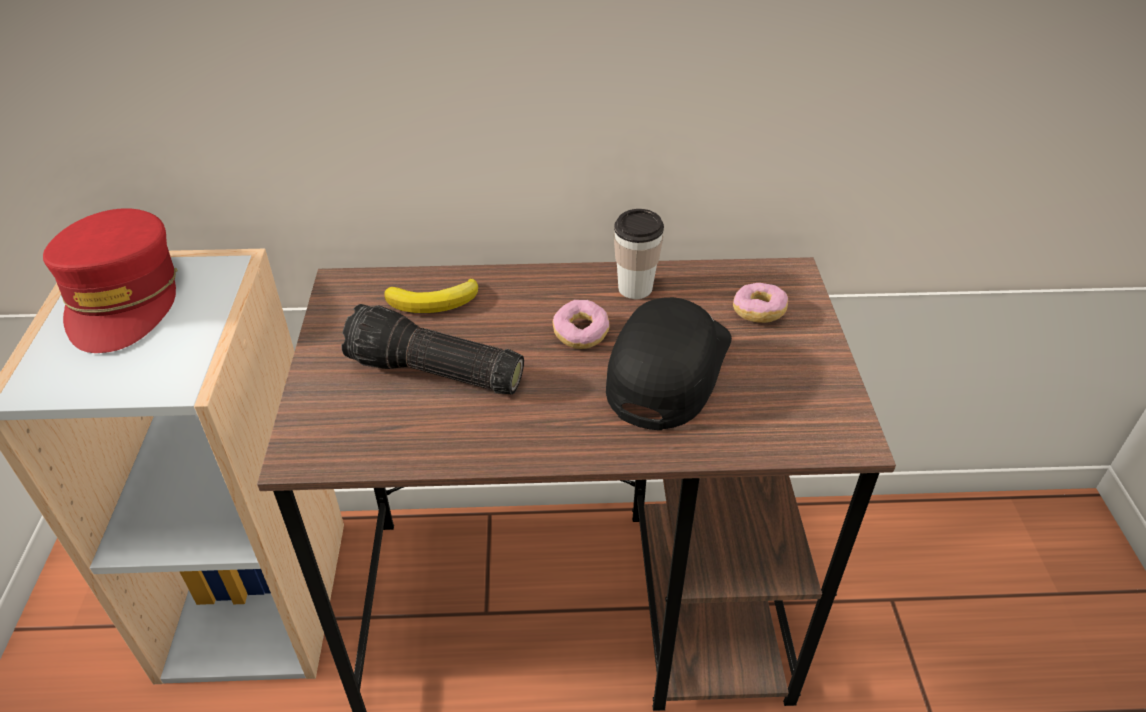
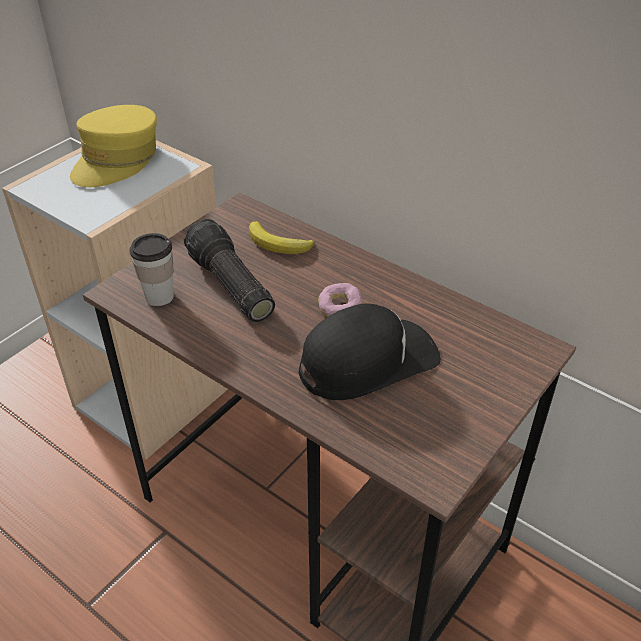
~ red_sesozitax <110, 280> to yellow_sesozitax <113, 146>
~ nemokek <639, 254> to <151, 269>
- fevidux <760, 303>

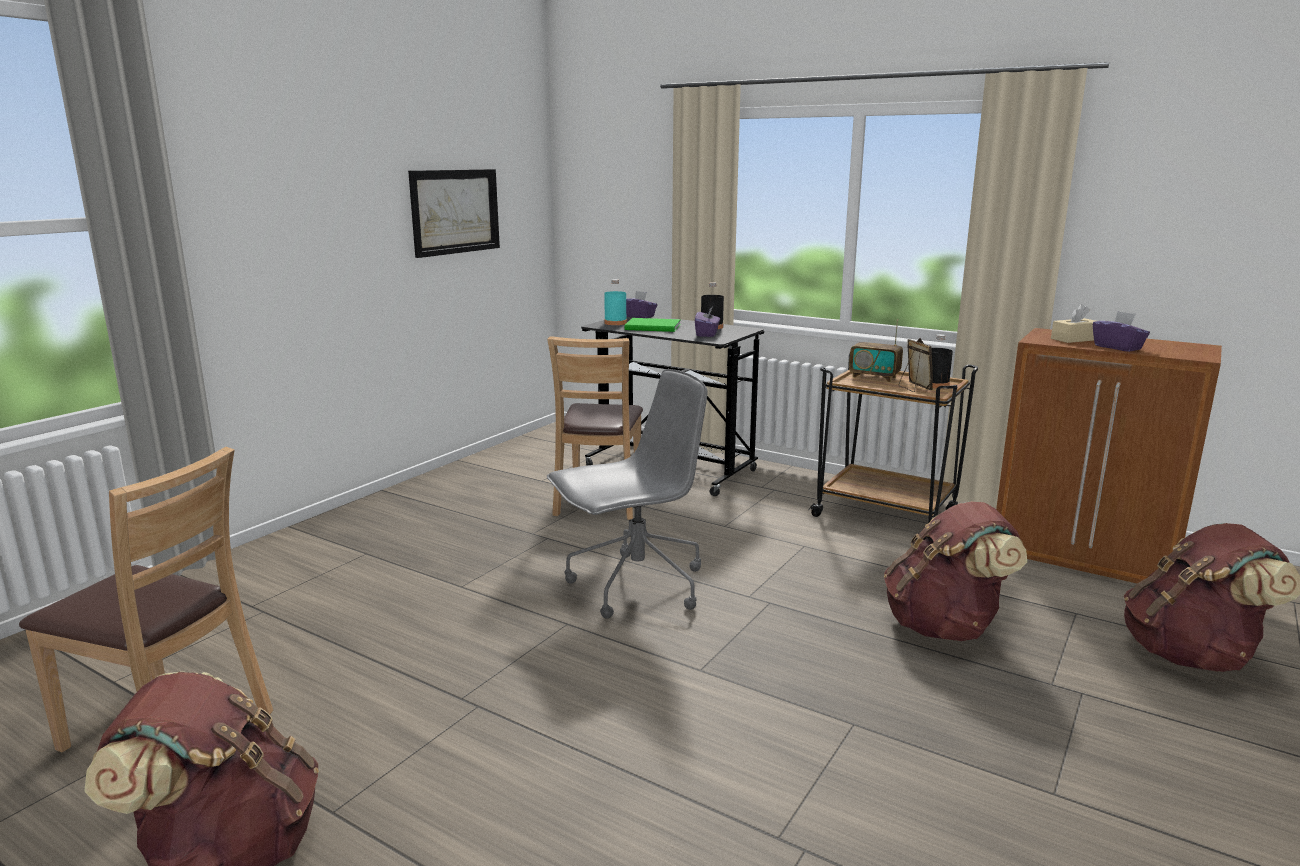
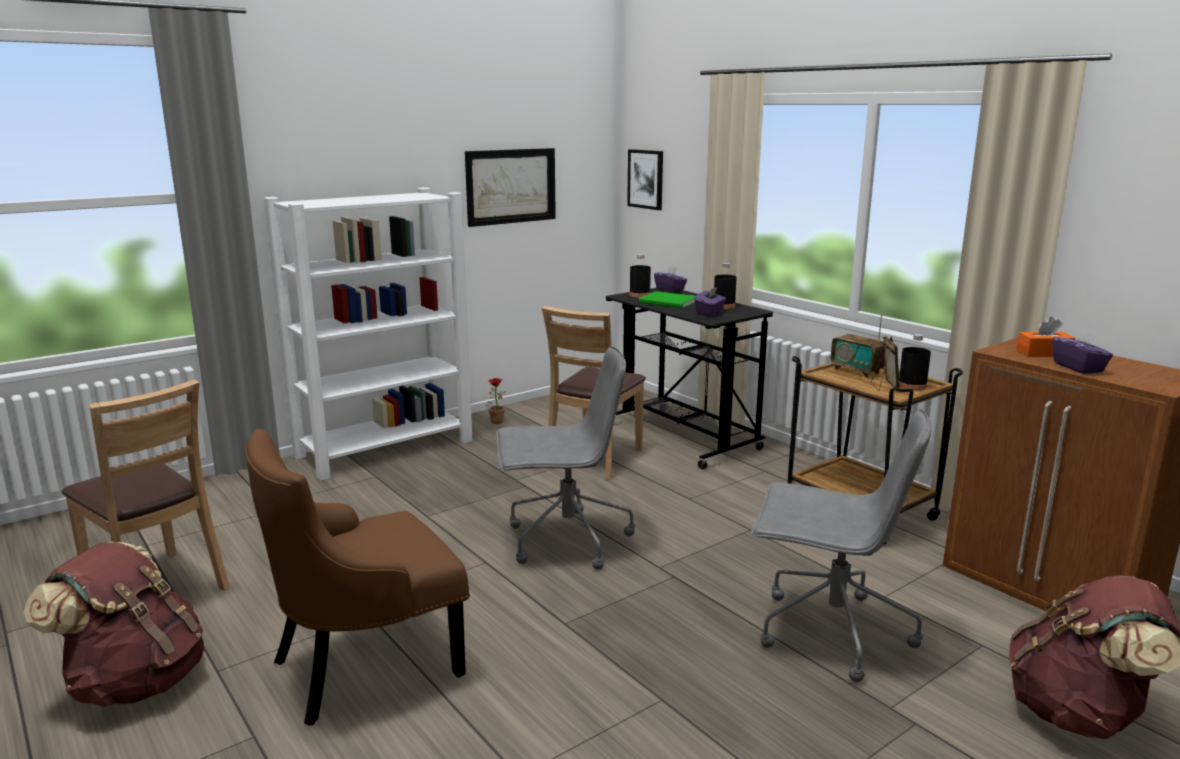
+ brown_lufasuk <357, 577>
+ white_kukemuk <368, 334>
+ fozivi <495, 401>
+ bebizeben <645, 179>
~ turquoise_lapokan <615, 302> to black_lapokan <640, 276>
~ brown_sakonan <955, 571> to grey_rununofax <841, 545>
~ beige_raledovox <1073, 323> to orange_raledovox <1046, 337>

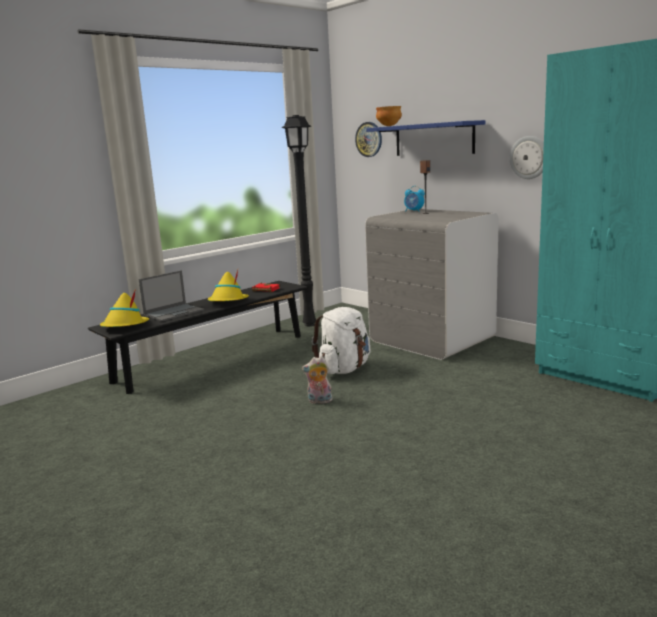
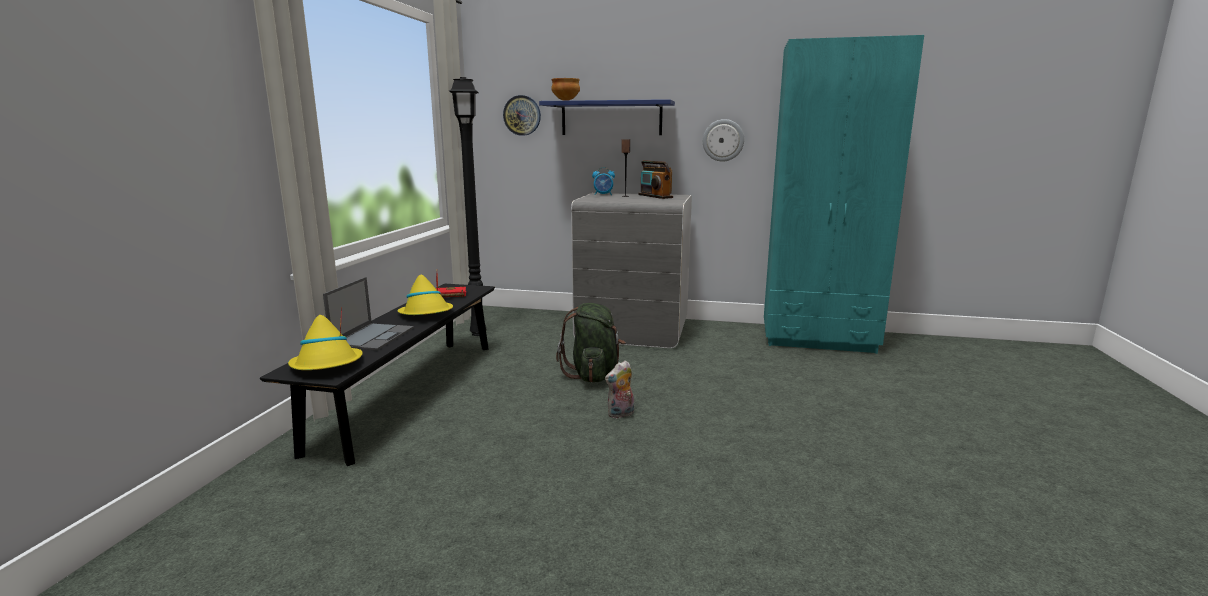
~ white_sakonan <341, 340> to green_sakonan <591, 343>
+ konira <655, 179>

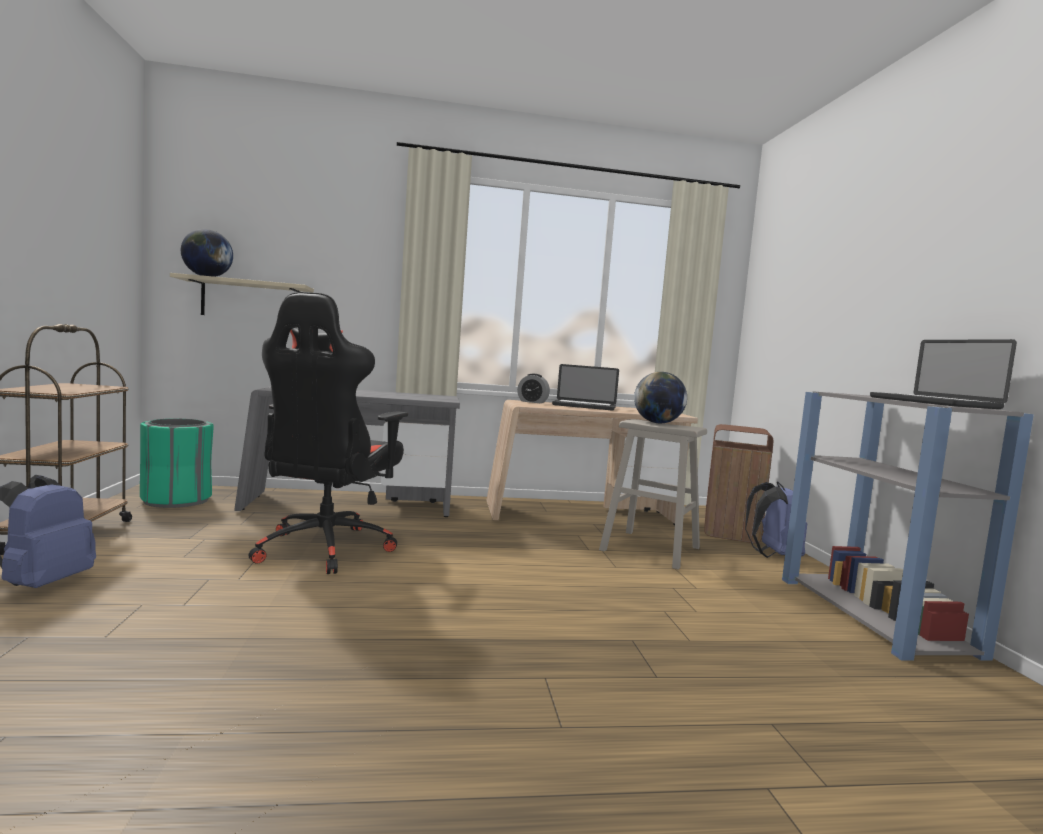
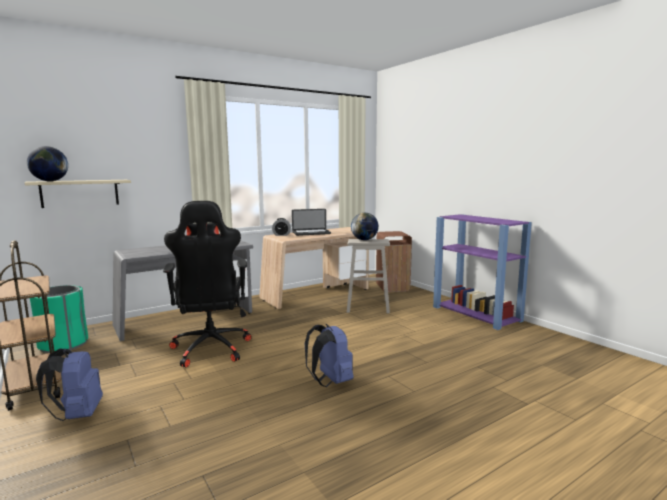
~ blue_sakonan <776, 520> to <329, 355>
~ grey_kukemuk <908, 526> to purple_kukemuk <482, 272>
- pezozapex <943, 374>

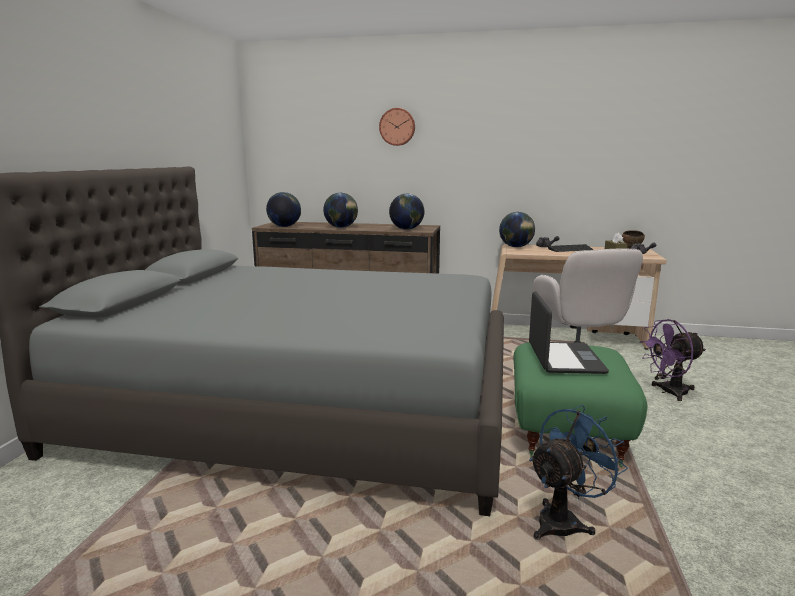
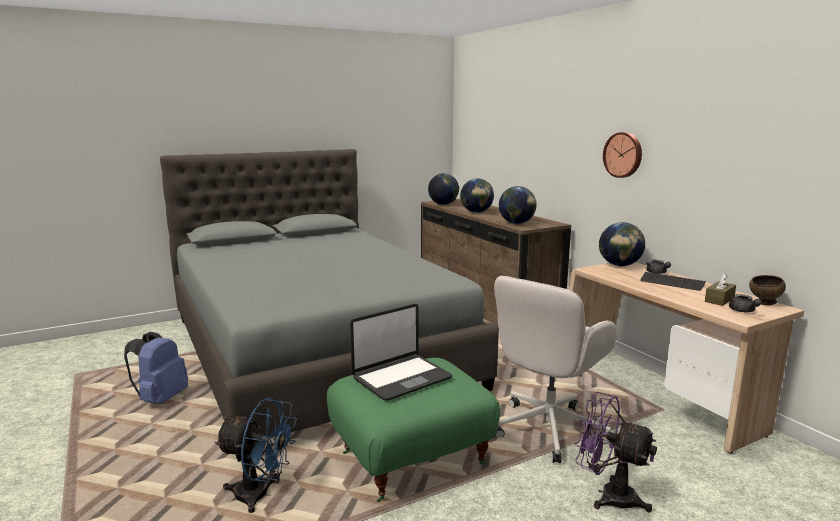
+ blue_sakonan <156, 368>
~ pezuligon <397, 127> to <622, 155>

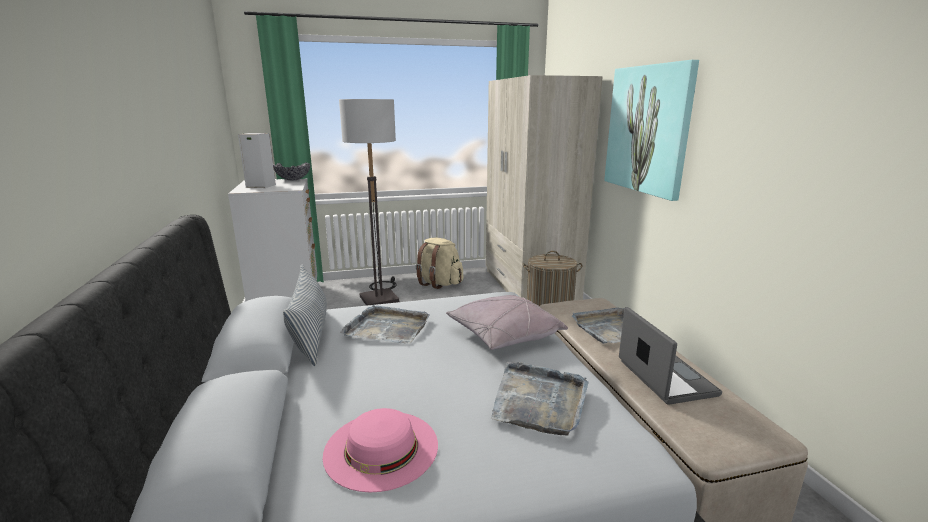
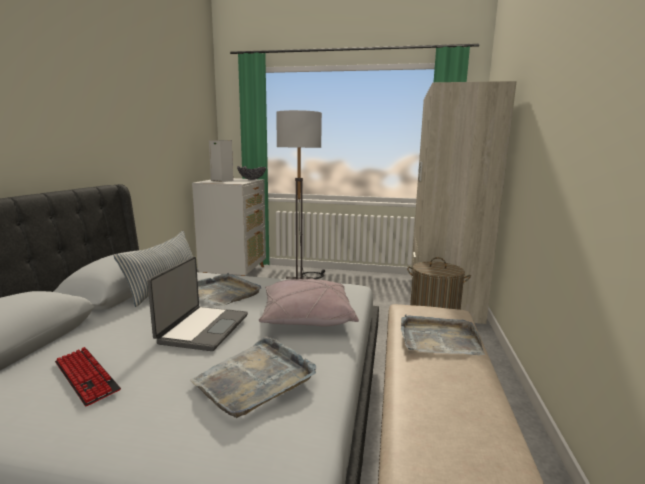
~ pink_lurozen <380, 450> to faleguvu <88, 377>
~ pezozapex <670, 356> to <197, 303>
- beige_sakonan <439, 263>
- bebizeben <651, 130>

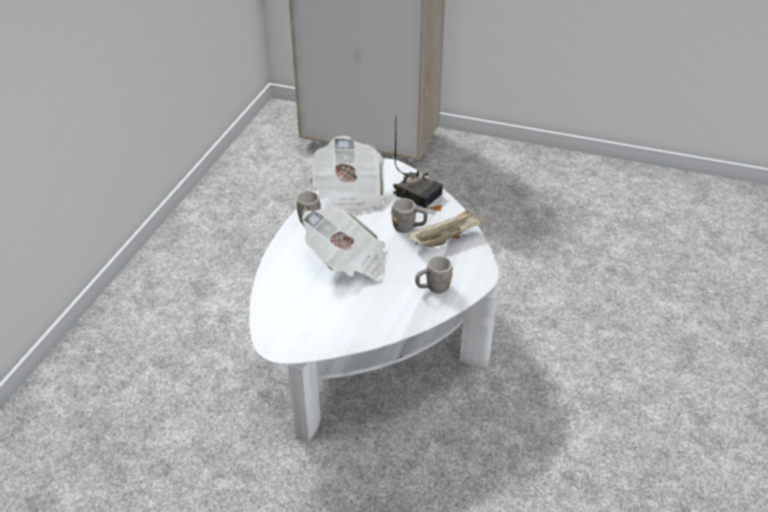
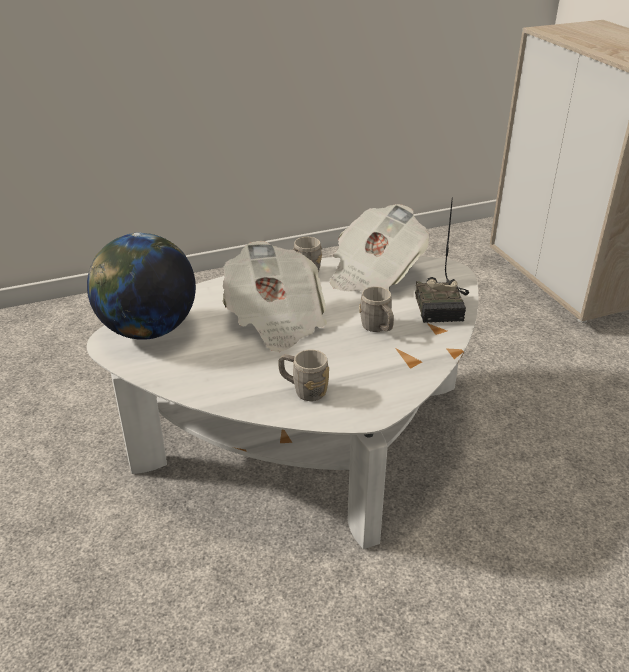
+ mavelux <141, 286>
- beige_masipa <446, 228>

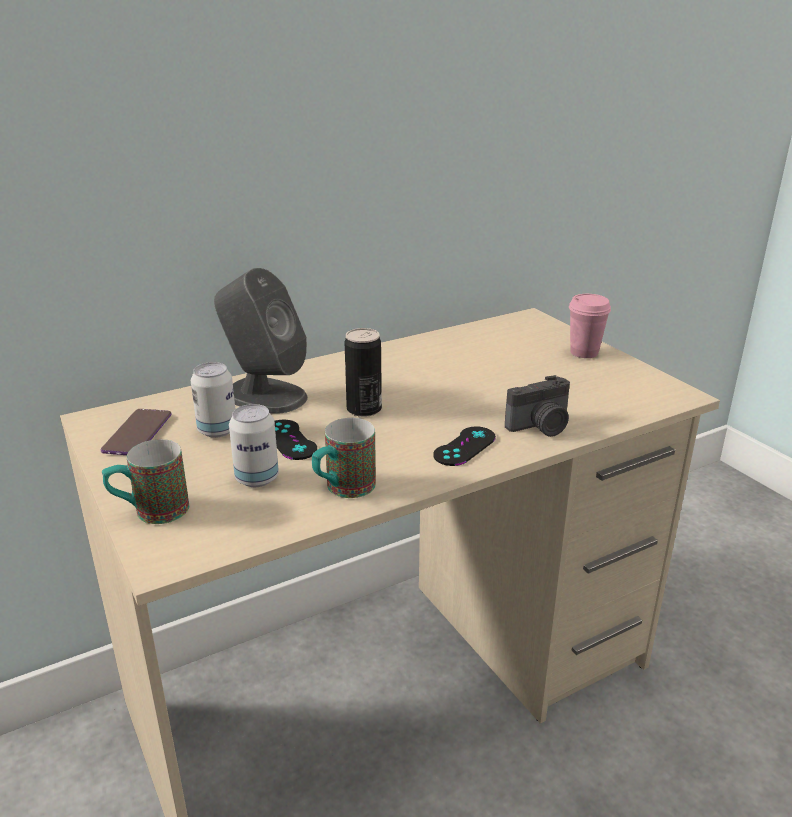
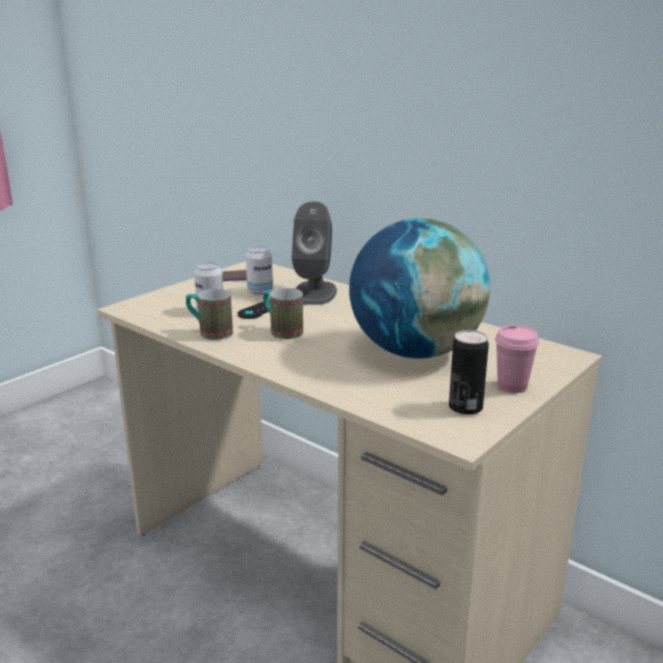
~ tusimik <145, 481> to <283, 313>
+ mavelux <419, 288>
~ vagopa <363, 372> to <469, 372>
- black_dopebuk <464, 446>
- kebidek <537, 406>

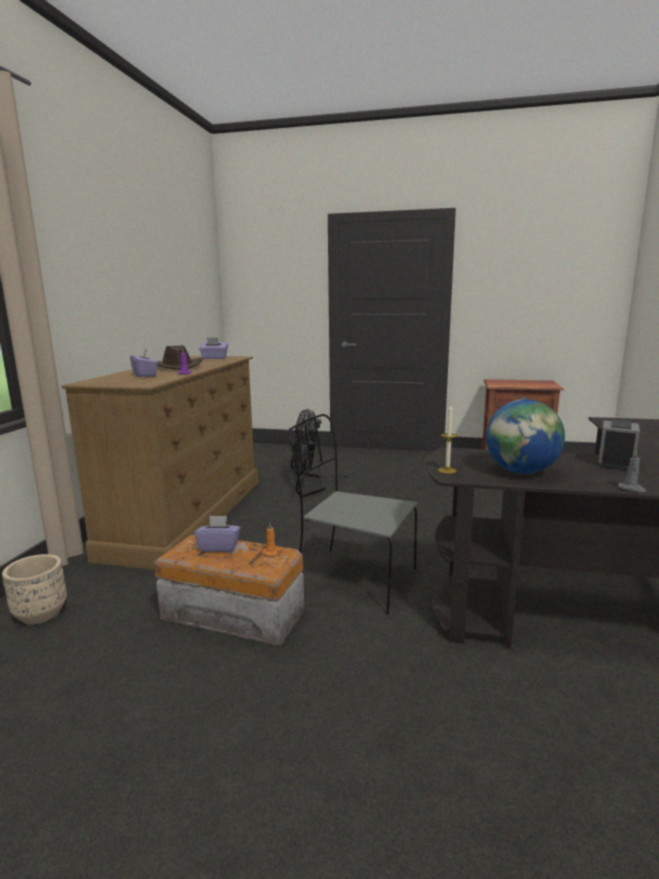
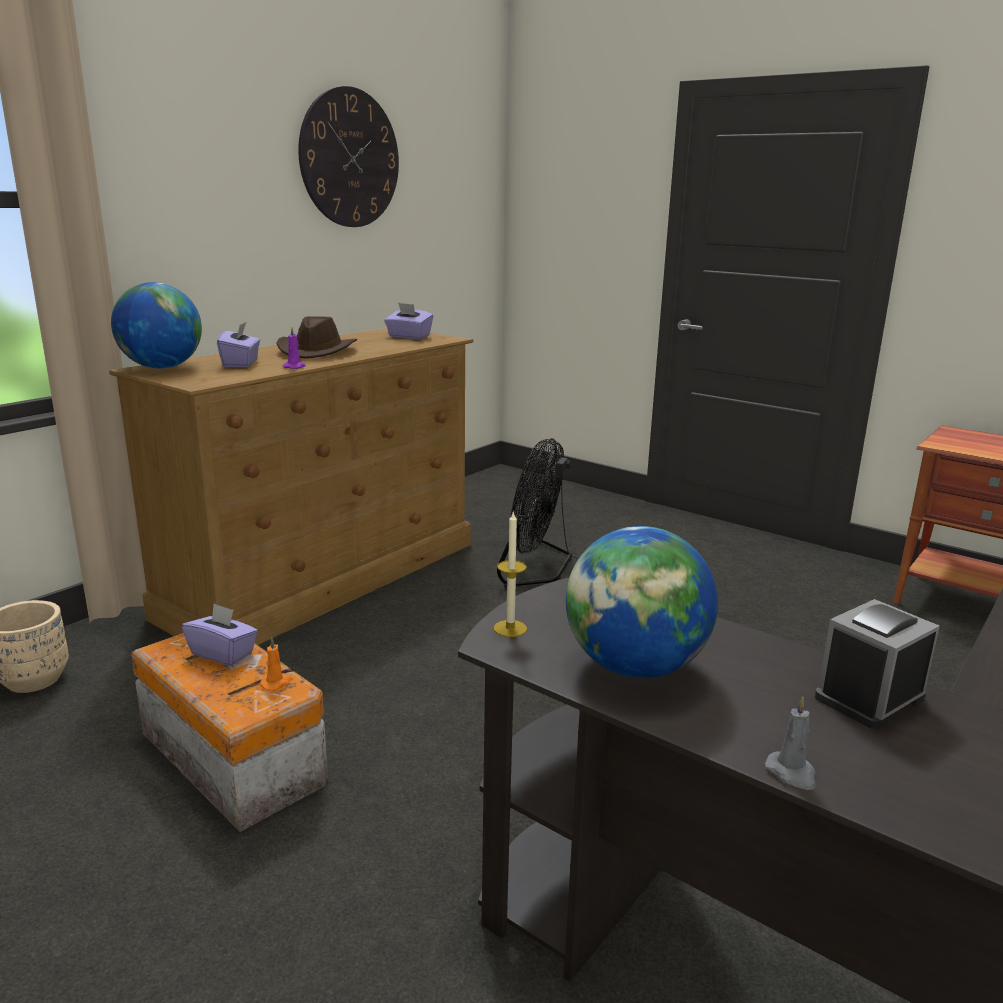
+ mavelux <156, 325>
+ pezuligon <348, 156>
- grey_lufasuk <352, 514>

